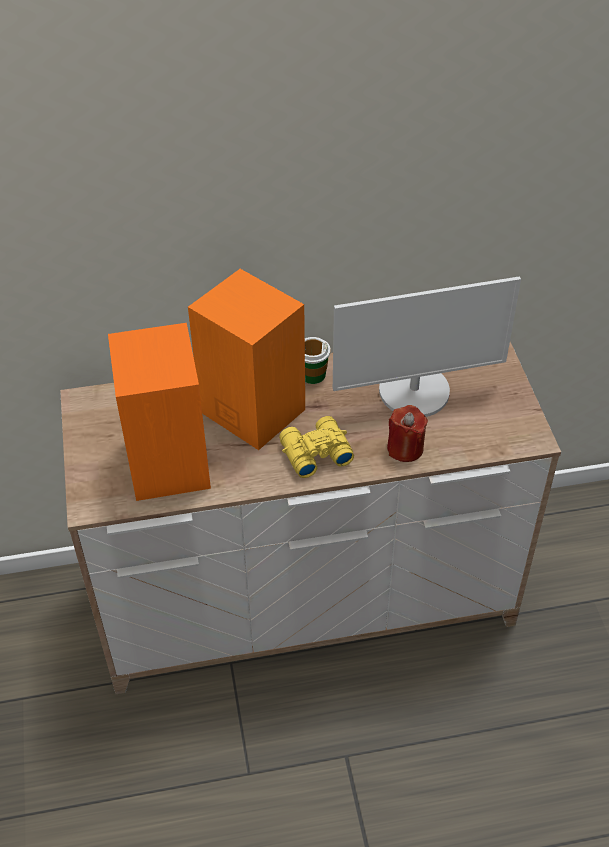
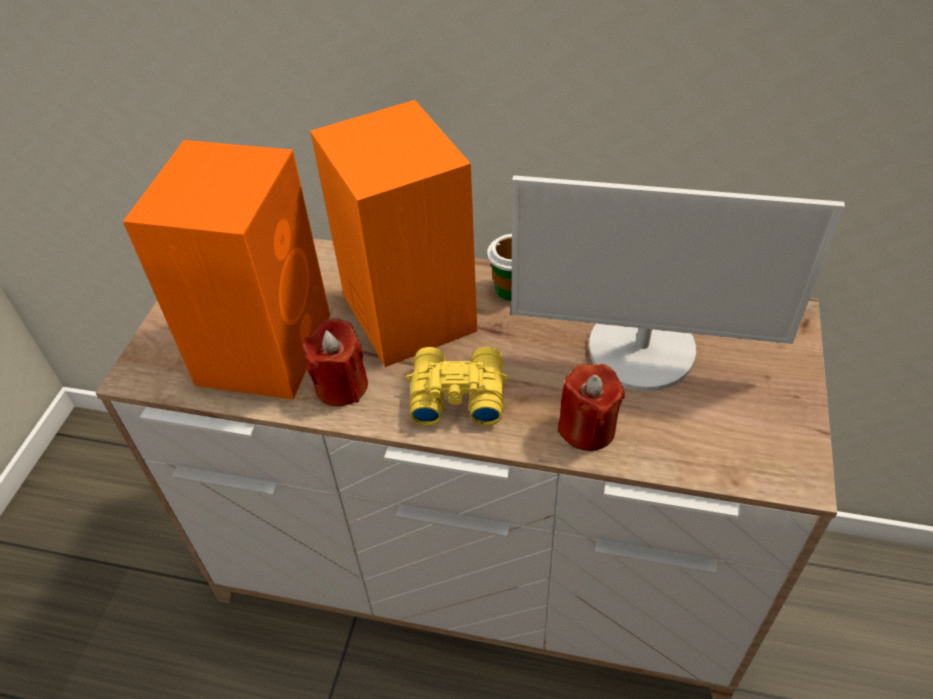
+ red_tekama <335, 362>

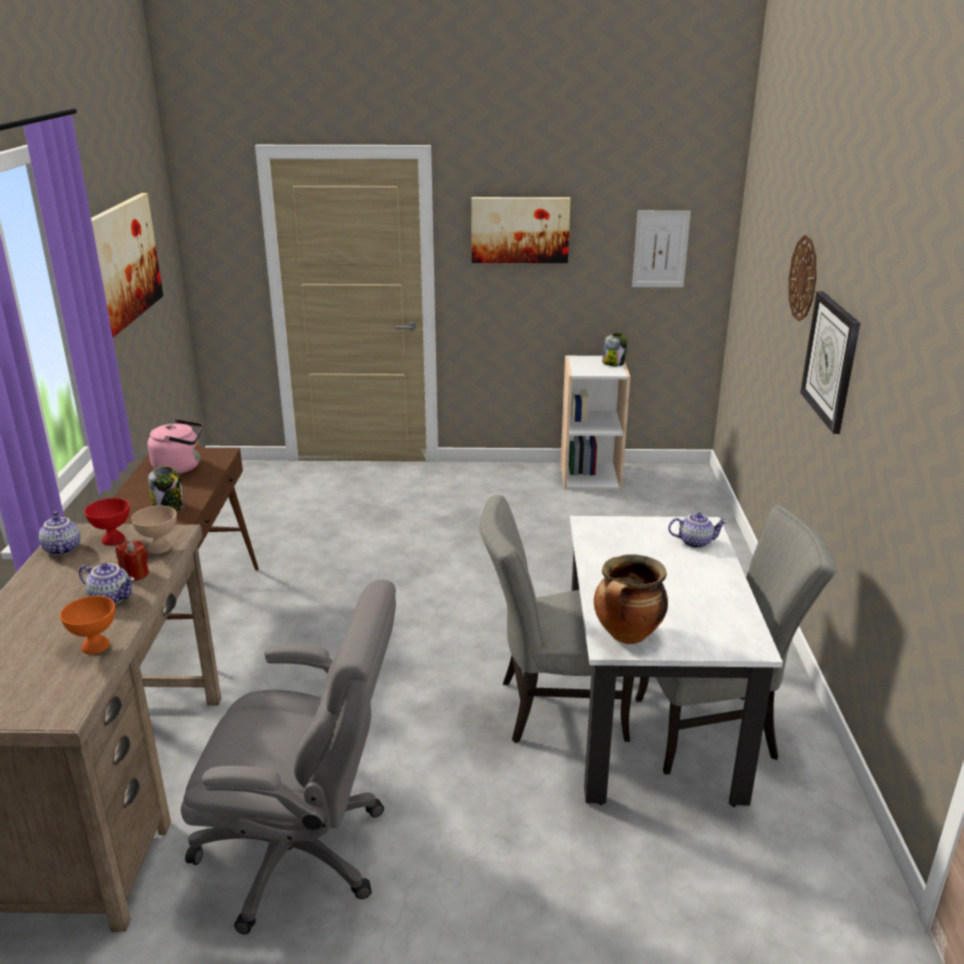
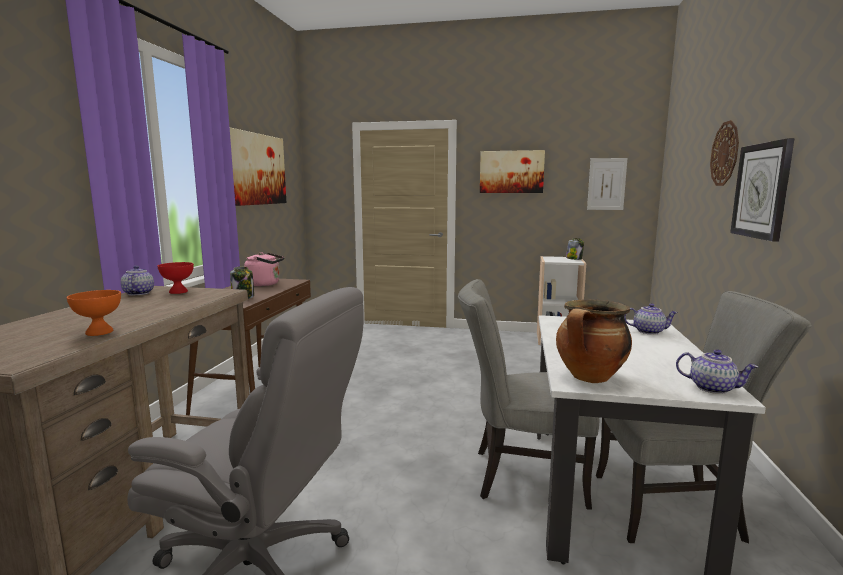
~ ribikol <106, 583> to <717, 371>
- red_tekama <132, 560>
- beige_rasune <154, 530>

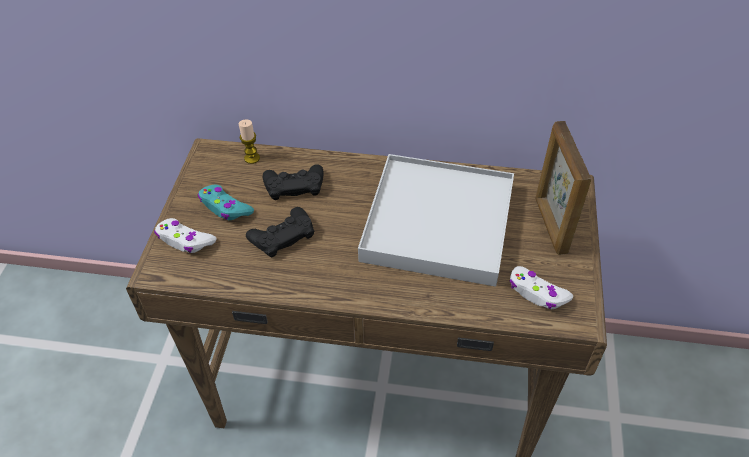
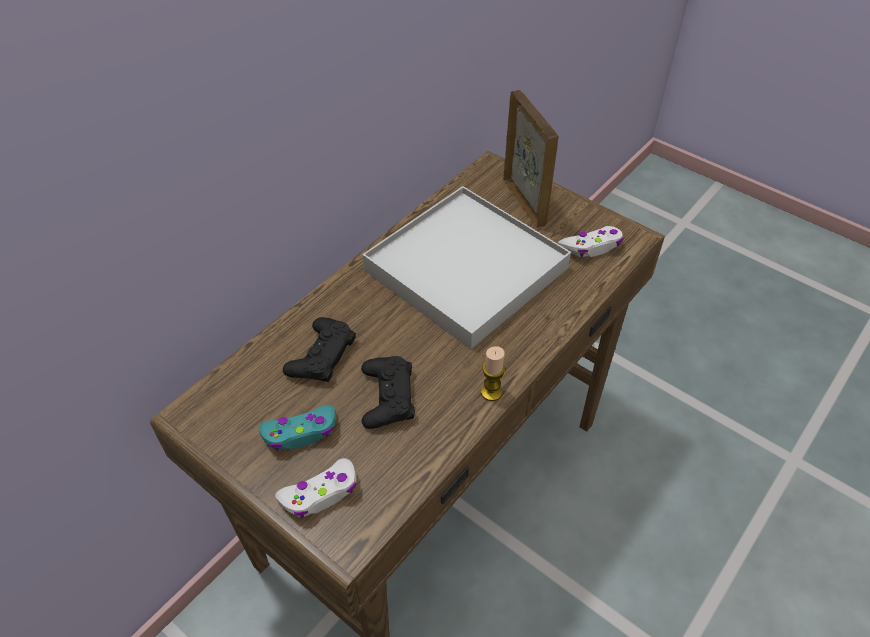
~ tekama <249, 141> to <493, 373>
~ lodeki <563, 188> = <531, 159> 135 degrees counterclockwise

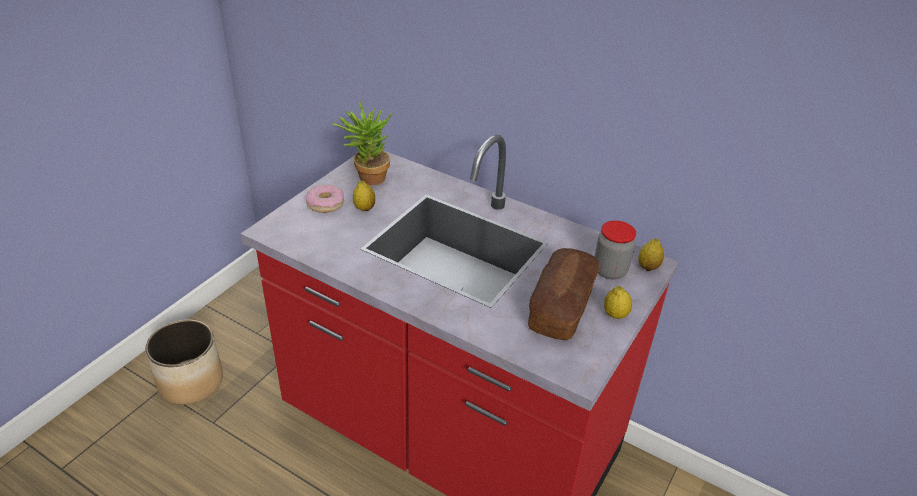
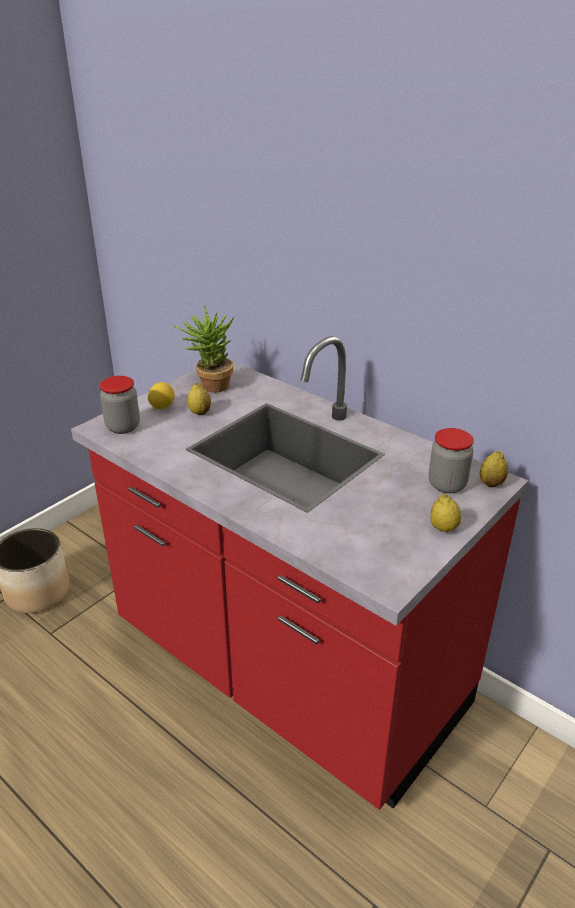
+ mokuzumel <120, 405>
~ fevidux <325, 199> to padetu <161, 395>
- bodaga <563, 294>

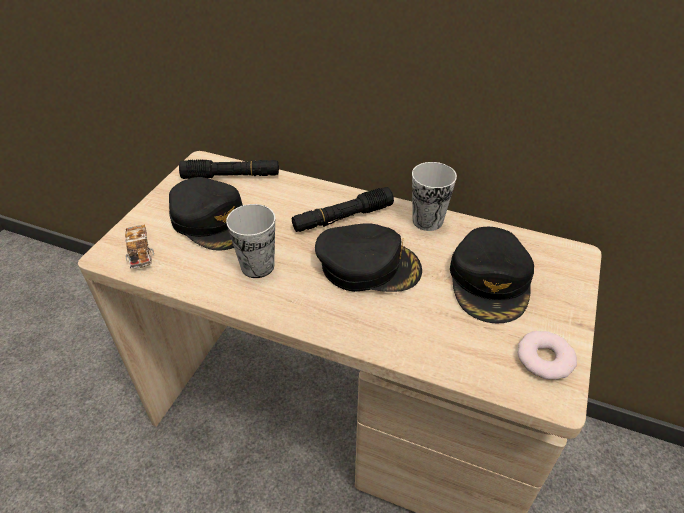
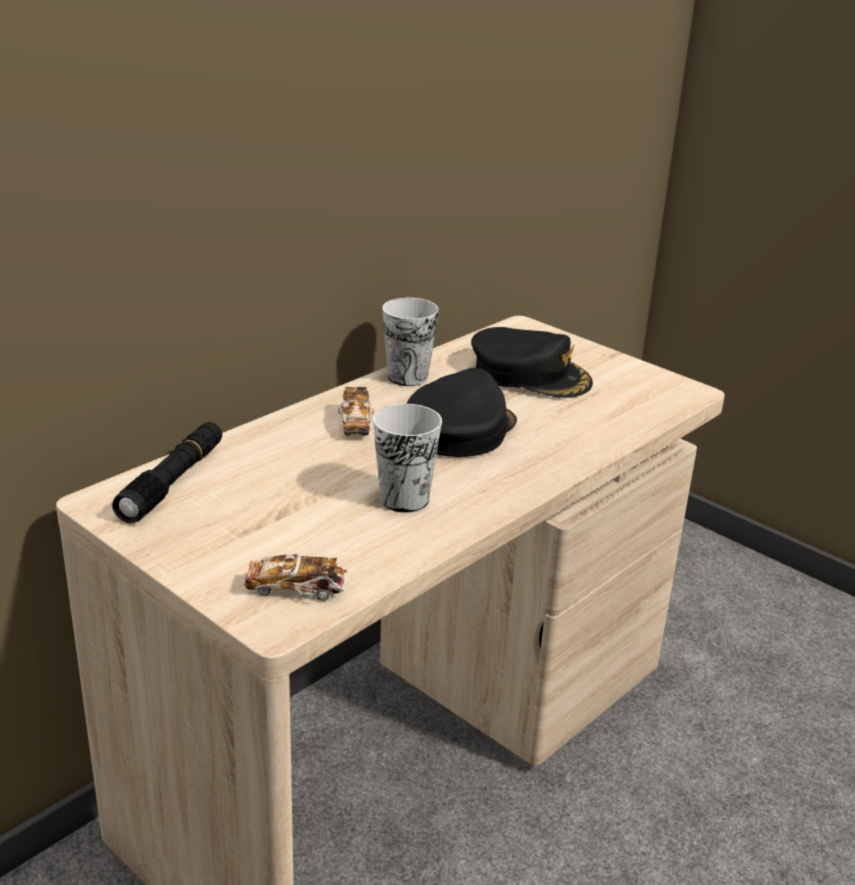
~ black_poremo <343, 209> to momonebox <356, 411>
- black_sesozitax <206, 214>
- fevidux <547, 355>

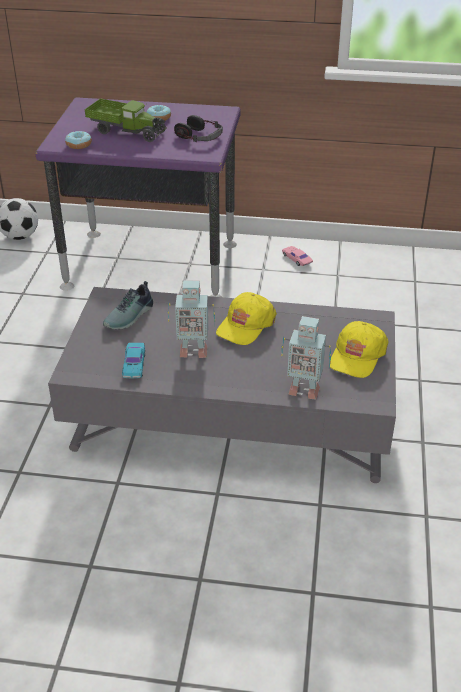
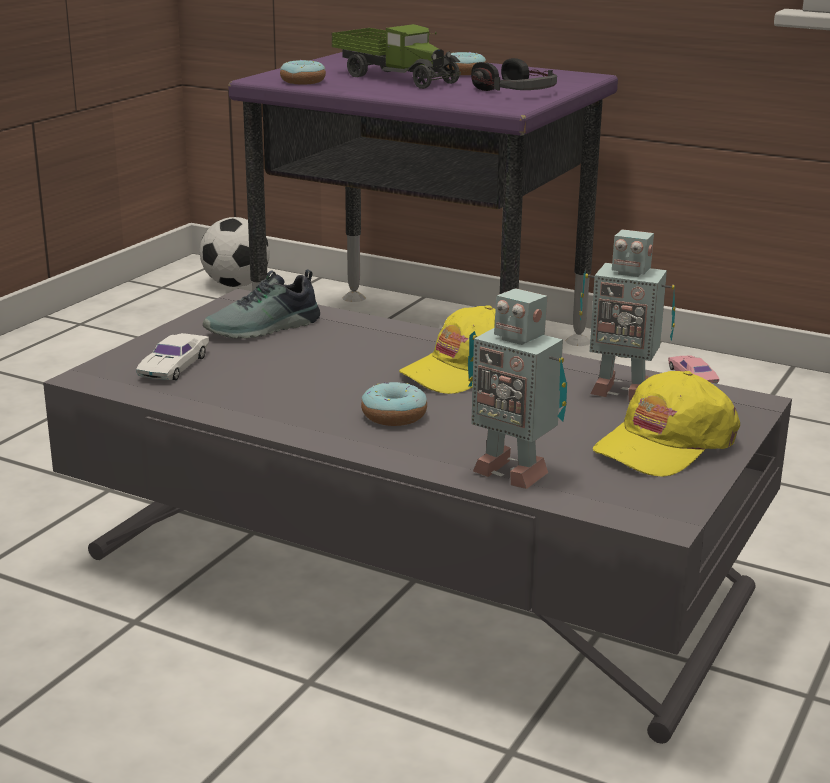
+ white_momonebox <172, 356>
+ fevidux <394, 404>
~ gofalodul <191, 319> to <627, 315>
- turquoise_momonebox <133, 361>

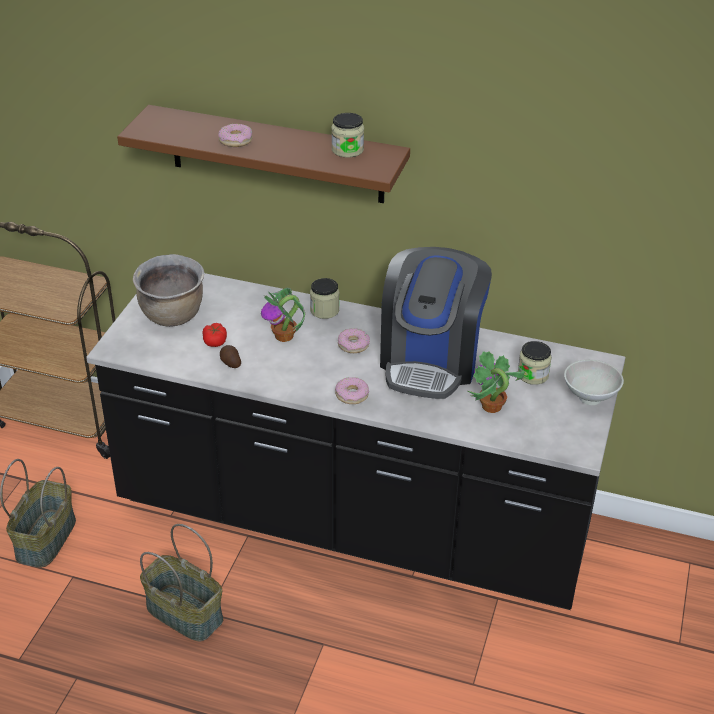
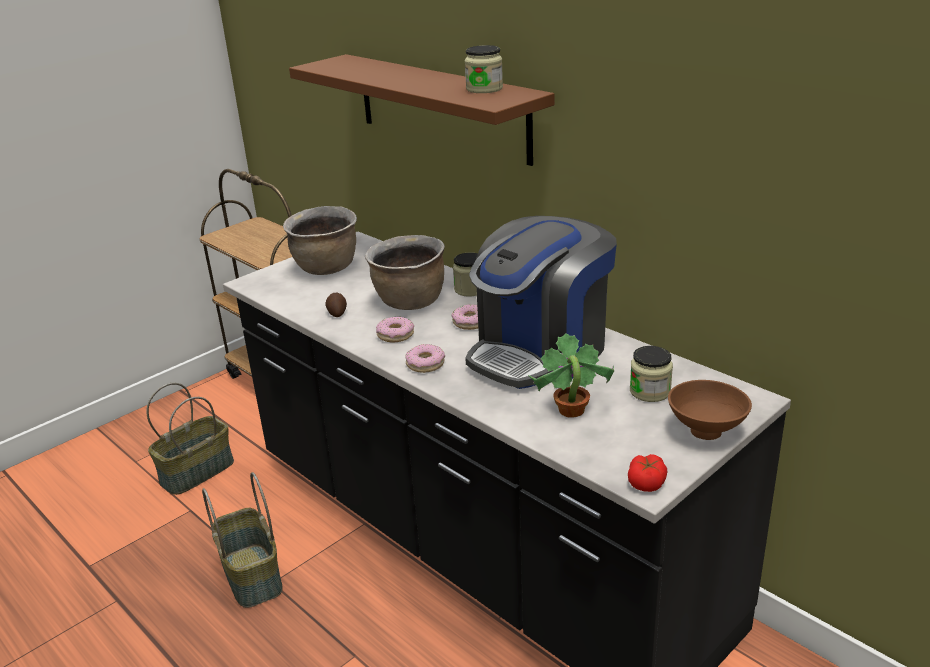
~ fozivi <283, 315> to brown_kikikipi <405, 272>
~ fevidux <235, 135> to <395, 329>
~ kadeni <214, 335> to <648, 473>
~ white_rasune <594, 382> to brown_rasune <710, 410>

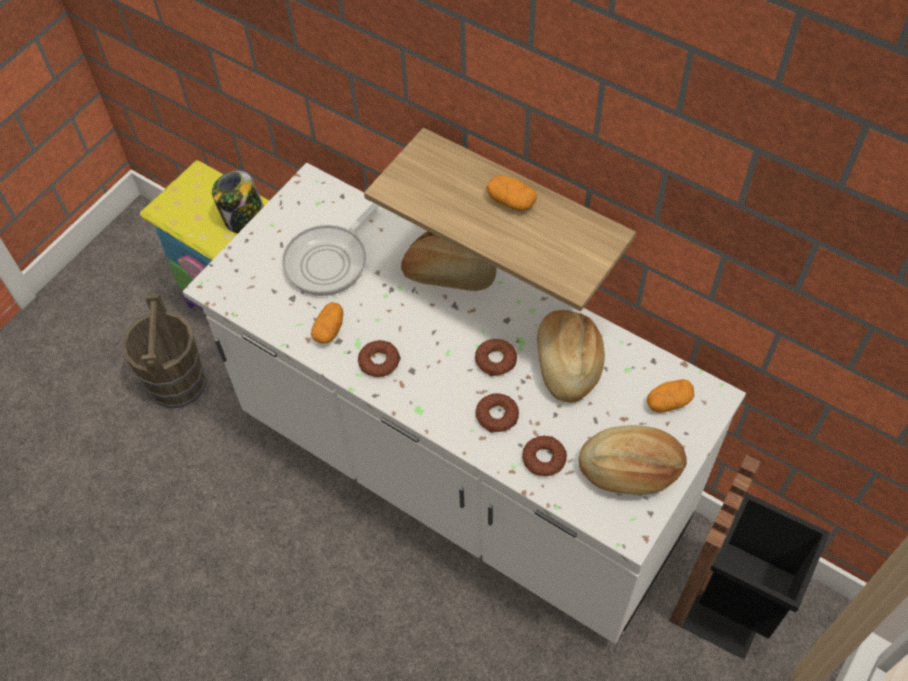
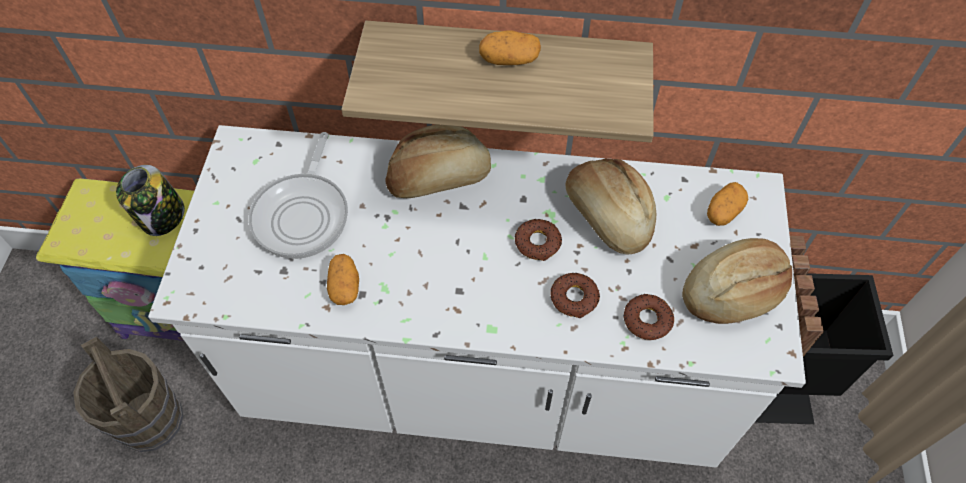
- fevidux <379, 358>

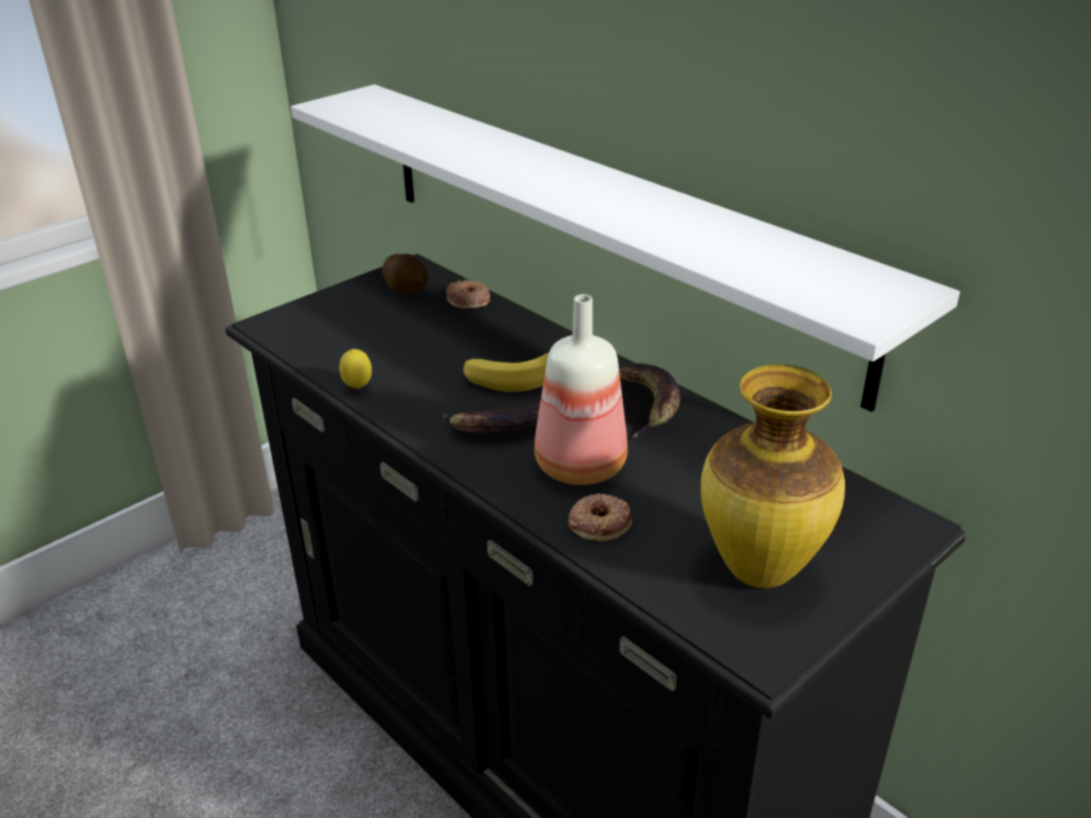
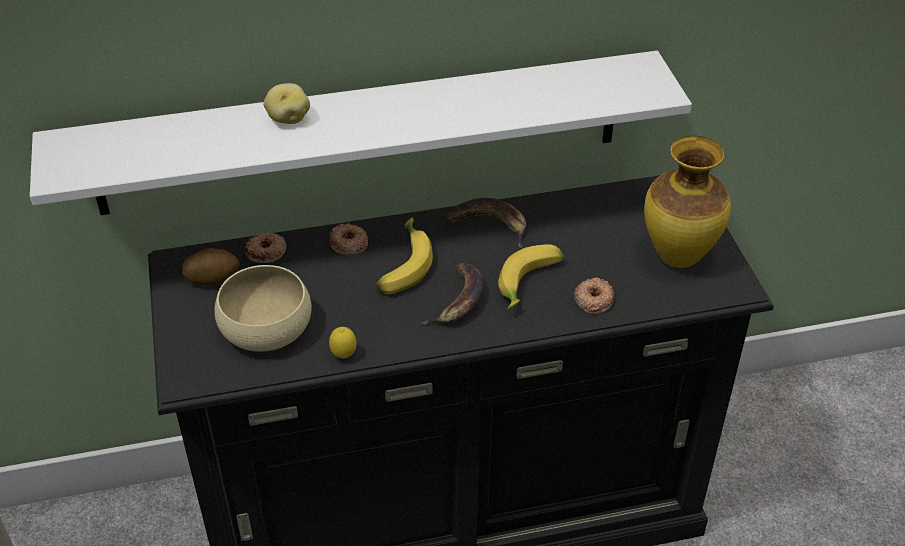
+ beige_rasune <263, 308>
+ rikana <286, 103>
+ fevidux <348, 239>
~ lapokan <581, 389> to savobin <531, 277>

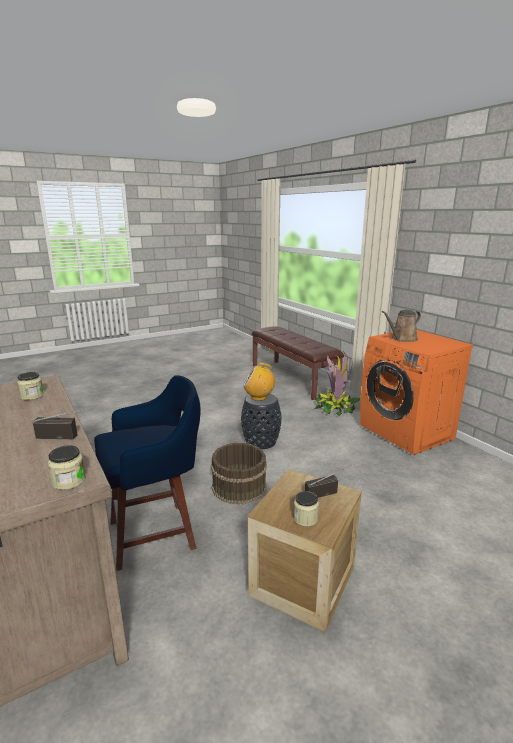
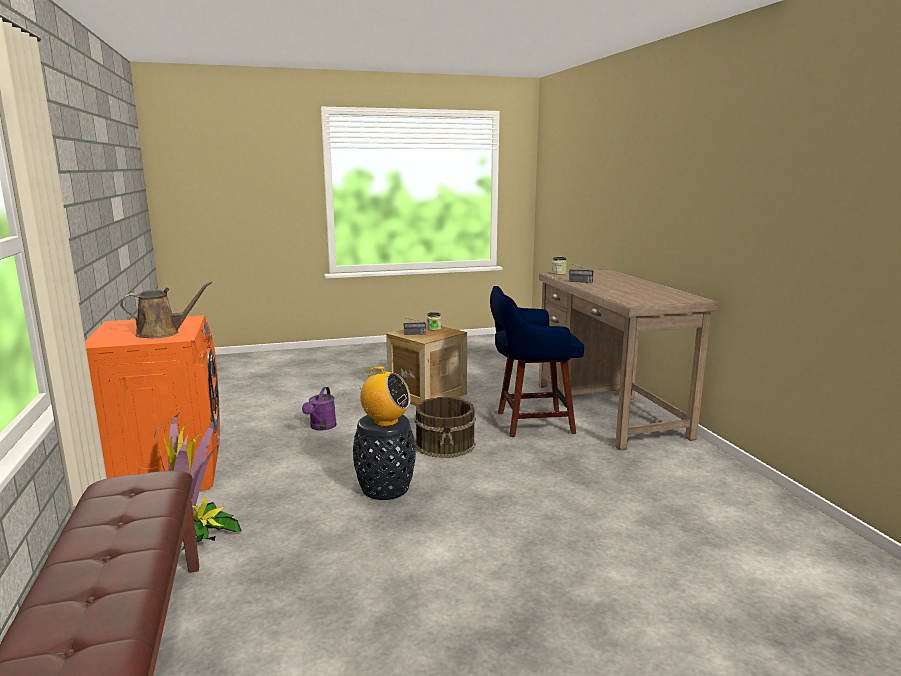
+ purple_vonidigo <319, 409>
- mokuzumel <30, 386>

